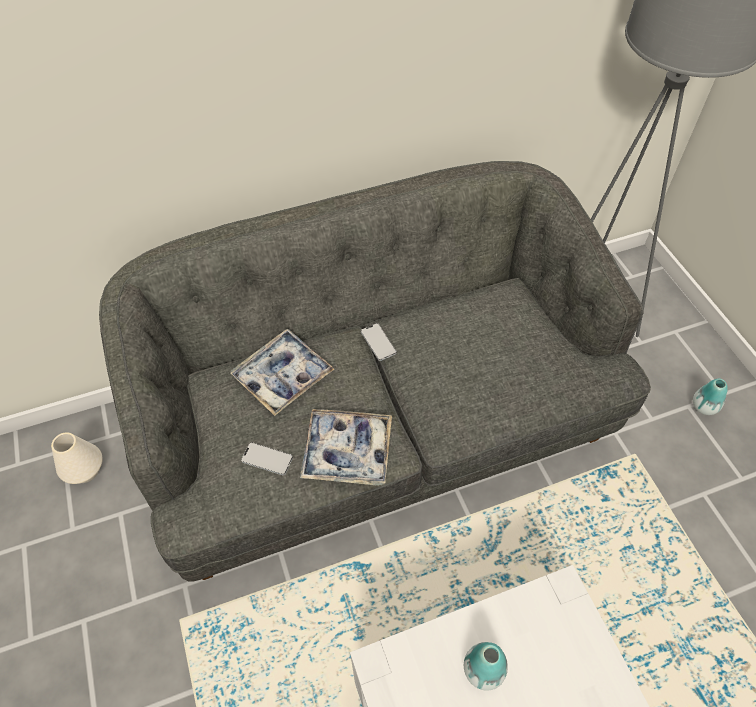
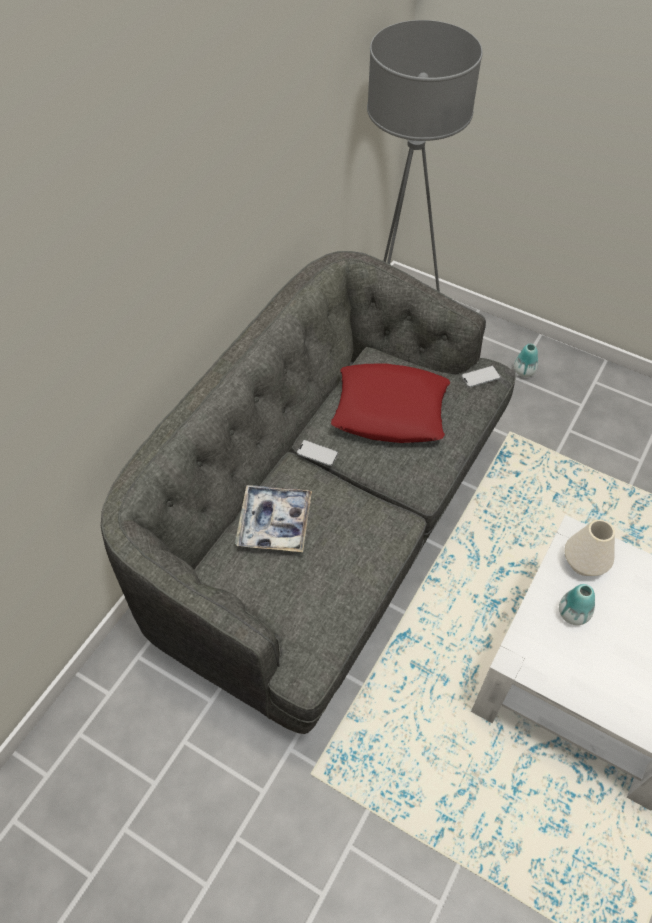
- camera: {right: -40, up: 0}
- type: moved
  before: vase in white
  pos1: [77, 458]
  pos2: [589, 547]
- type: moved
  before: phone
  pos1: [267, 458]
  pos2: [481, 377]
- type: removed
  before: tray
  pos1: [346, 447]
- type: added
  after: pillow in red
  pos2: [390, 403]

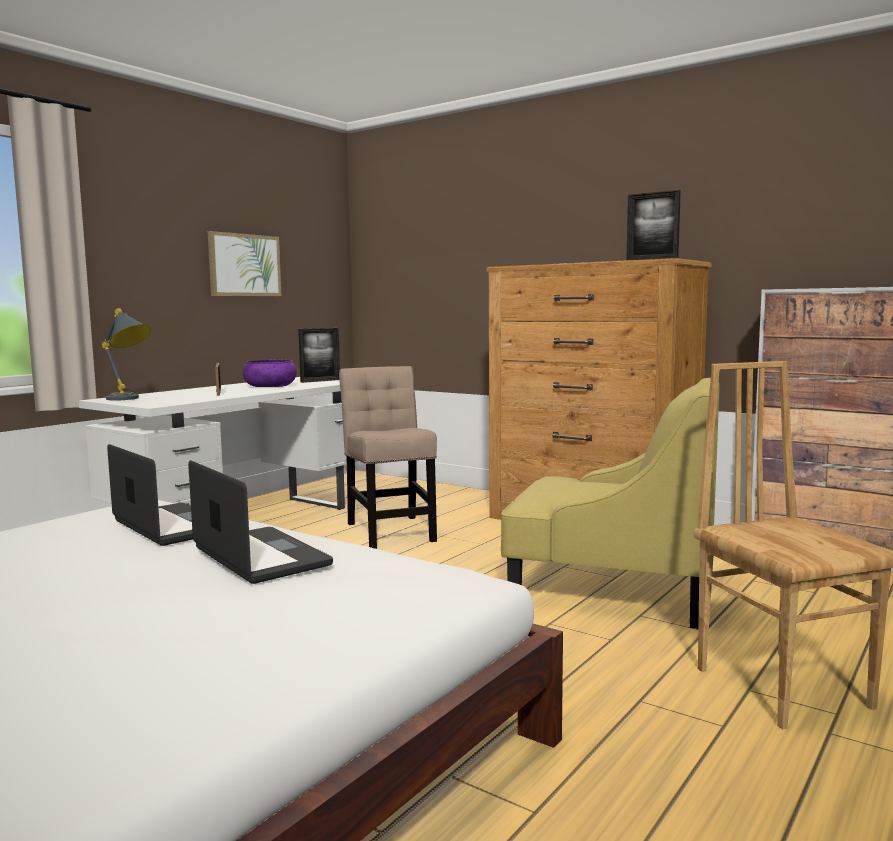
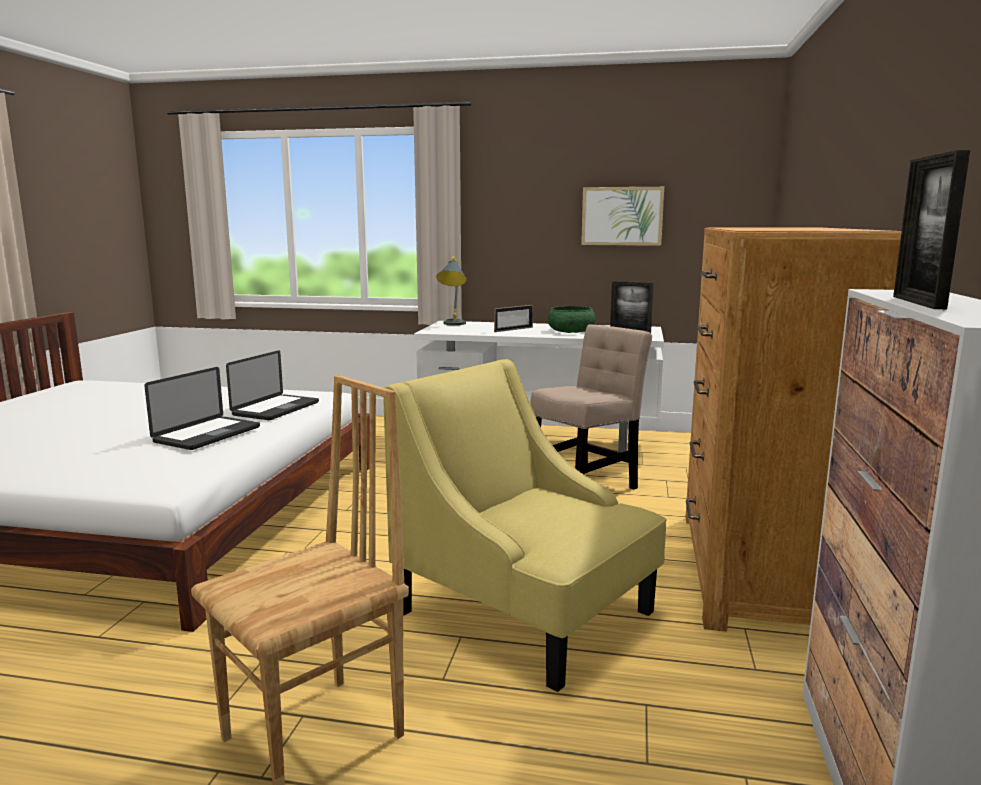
- camera: {right: 65, up: 5}
- type: recoloured
  before: bowl in purple
  after: bowl in green
  pos1: [269, 373]
  pos2: [571, 319]
- type: turned
  before: armchair in yellow
  pos1: [610, 503]
  pos2: [524, 525]
  turn: 135
- type: moved
  before: picture frame
  pos1: [653, 225]
  pos2: [931, 229]

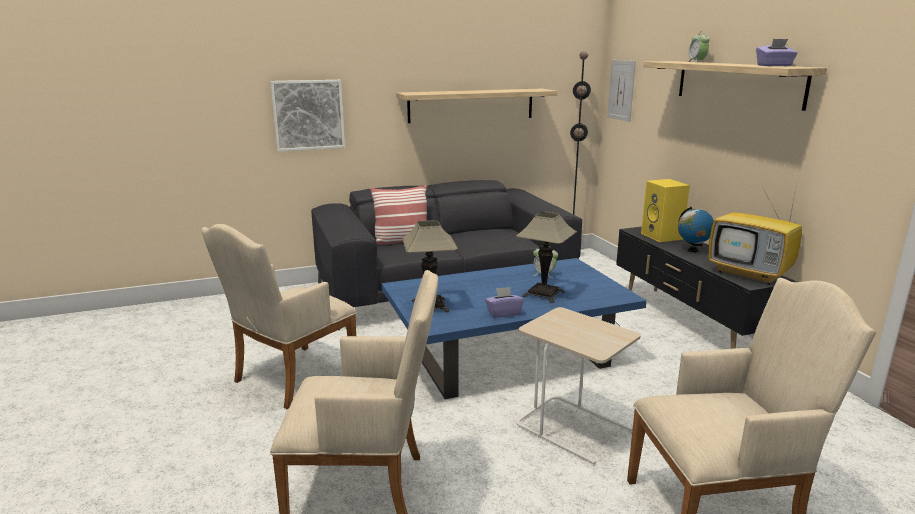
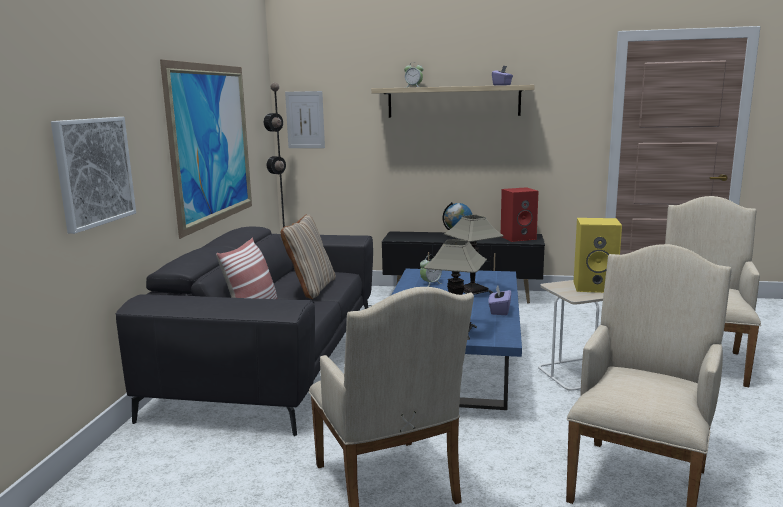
- camera: {right: -60, up: -5}
- type: replaced
  before: shelf
  after: picture
  pos1: [476, 106]
  pos2: [206, 149]
- type: moved
  before: speaker in yellow
  pos1: [665, 210]
  pos2: [598, 255]
- type: replaced
  before: television
  after: speaker in red
  pos1: [755, 234]
  pos2: [519, 214]
- type: added
  after: pillow in beige
  pos2: [308, 257]

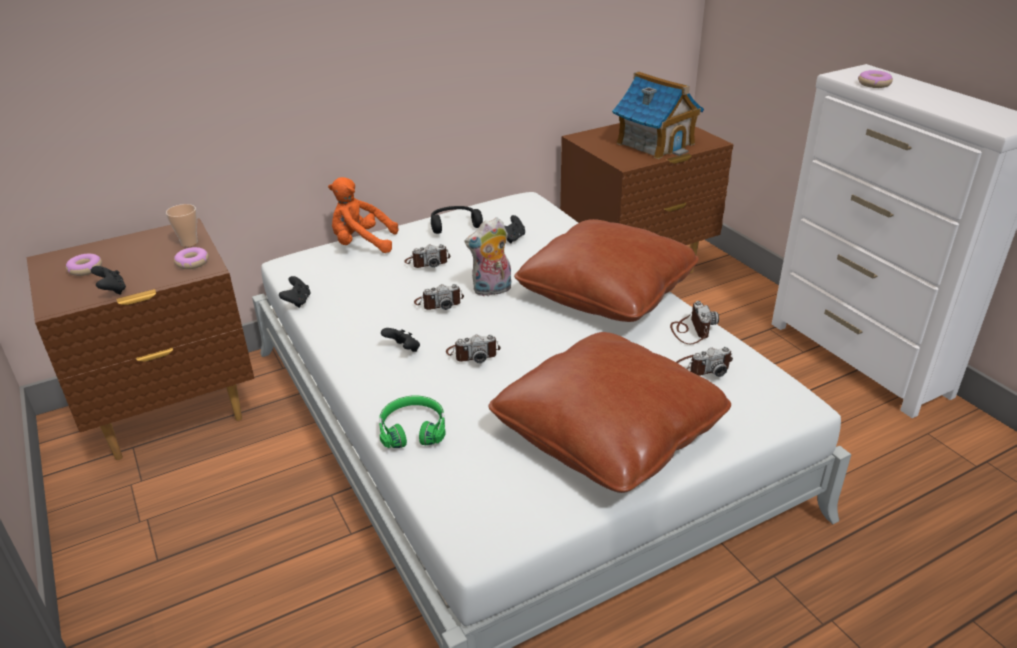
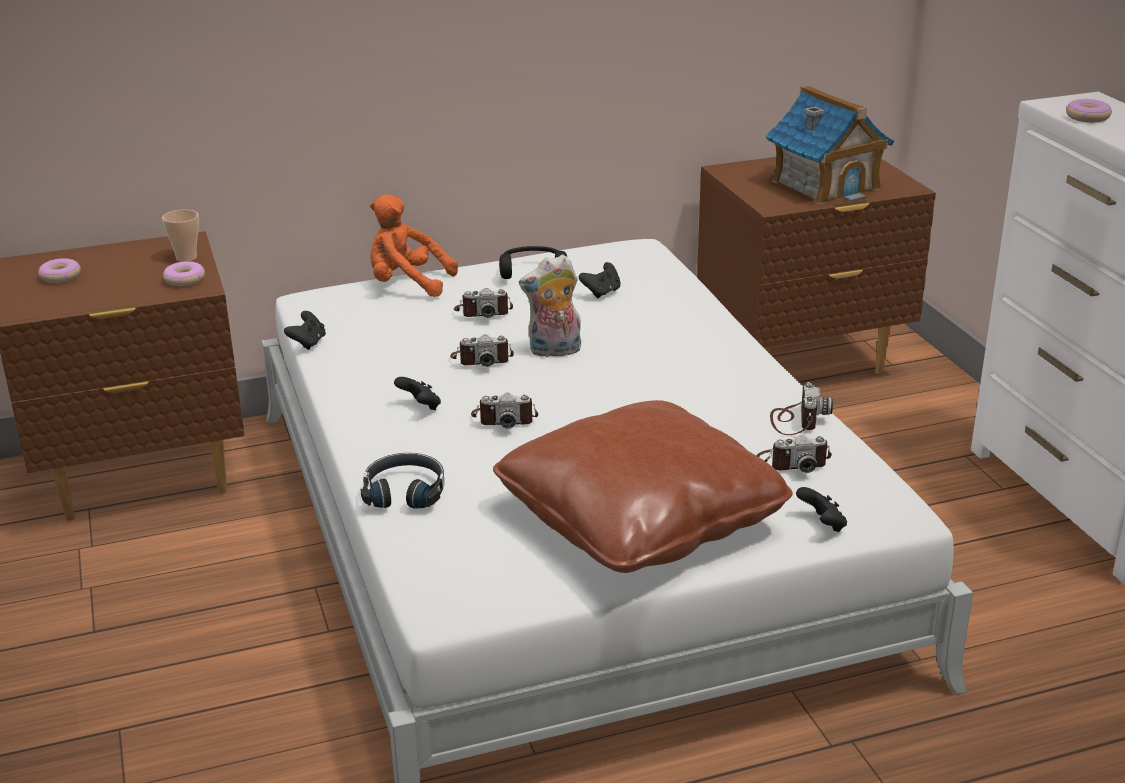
- camera: {right: 10, up: -5}
- type: moved
  before: game controller in black
  pos1: [108, 280]
  pos2: [821, 509]
- type: recoloured
  before: headphones in green
  after: headphones in black
  pos1: [412, 421]
  pos2: [402, 481]
- type: removed
  before: pillow in brown
  pos1: [606, 270]

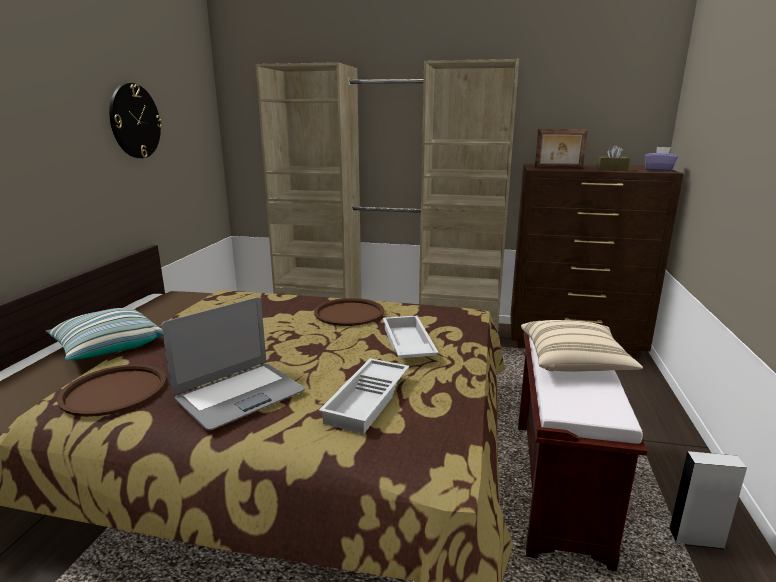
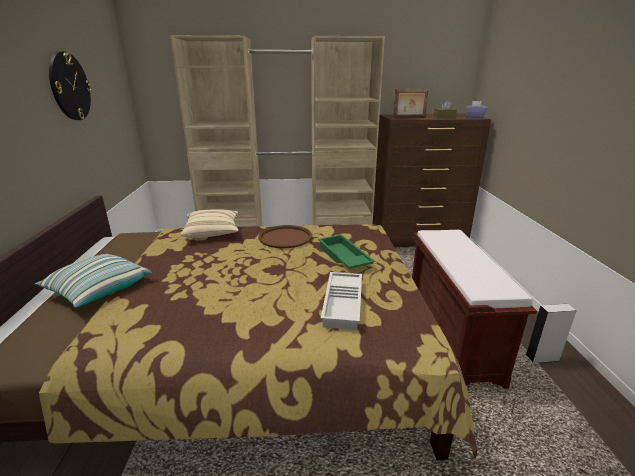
- camera: {right: -15, up: 5}
- type: removed
  before: tray in brown
  pos1: [111, 390]
- type: removed
  before: laptop
  pos1: [233, 364]
- type: recoloured
  before: tray in white
  after: tray in green
  pos1: [411, 337]
  pos2: [346, 251]
- type: moved
  before: pillow in beige
  pos1: [582, 346]
  pos2: [210, 223]

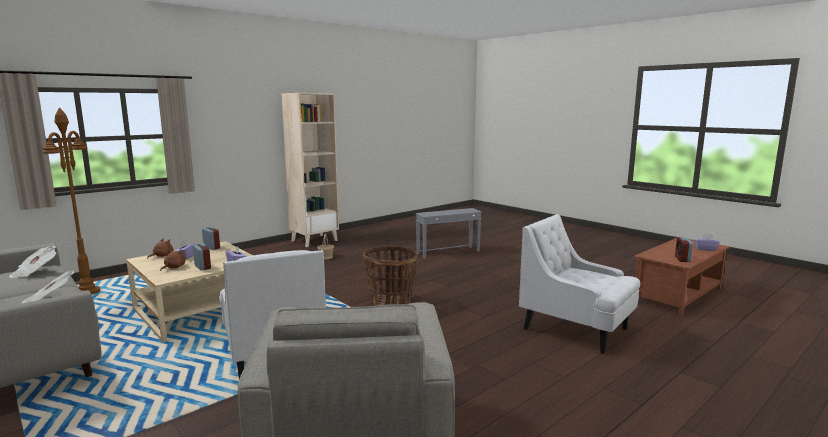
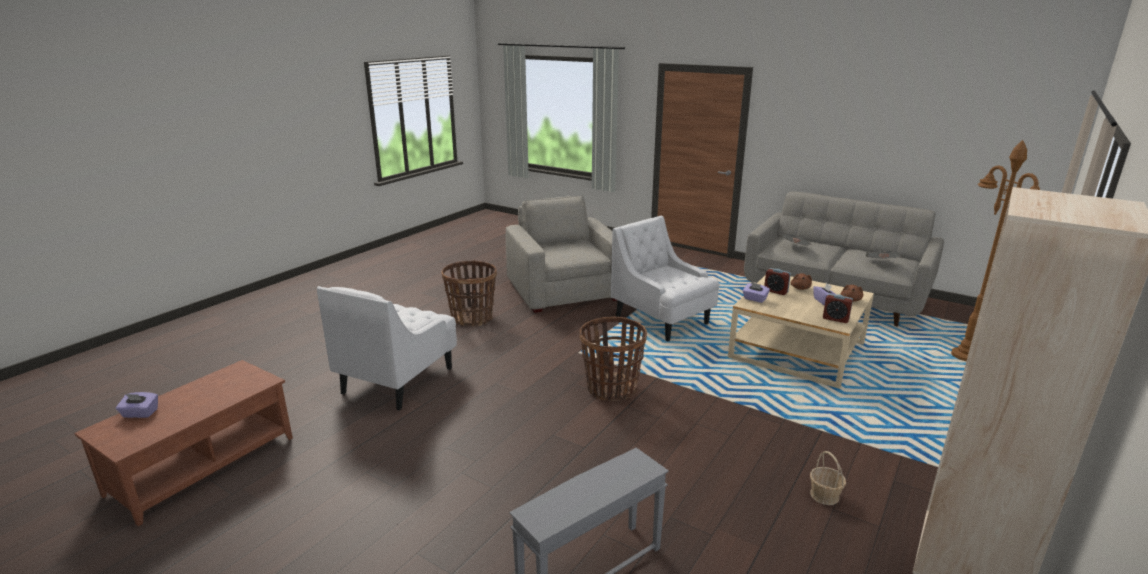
- camera: {right: 165, up: 10}
- type: turned
  before: armchair in white
  pos1: [579, 284]
  pos2: [387, 348]
  turn: 90
- type: removed
  before: alarm clock
  pos1: [684, 249]
- type: added
  after: basket
  pos2: [469, 293]

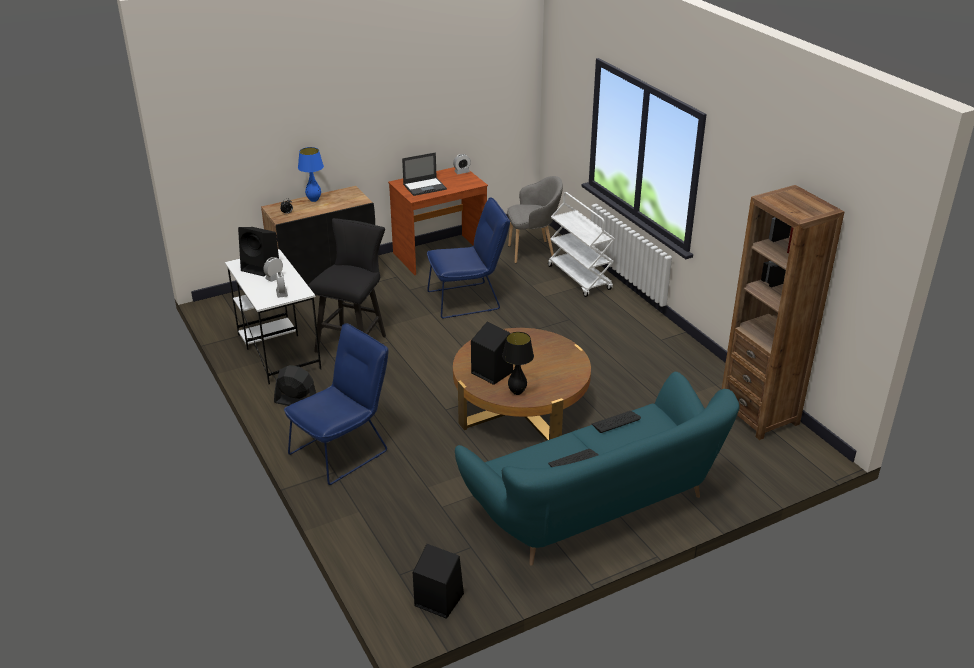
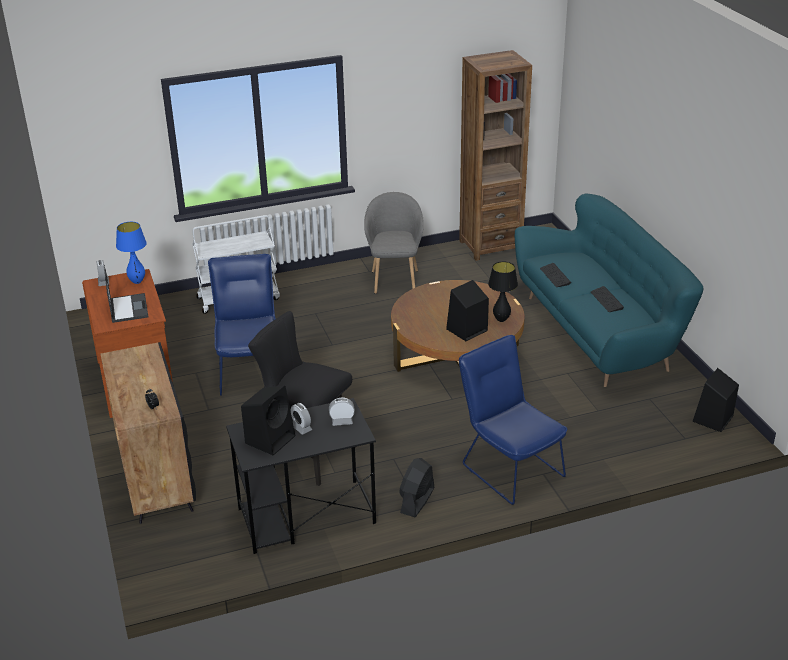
- camera: {right: -80, up: 0}
- type: recoloured
  before: desk in white
  after: desk in black
  pos1: [273, 316]
  pos2: [301, 476]
- type: moved
  before: table lamp in blue
  pos1: [311, 174]
  pos2: [131, 253]
- type: moved
  before: armchair in grey
  pos1: [535, 219]
  pos2: [394, 243]

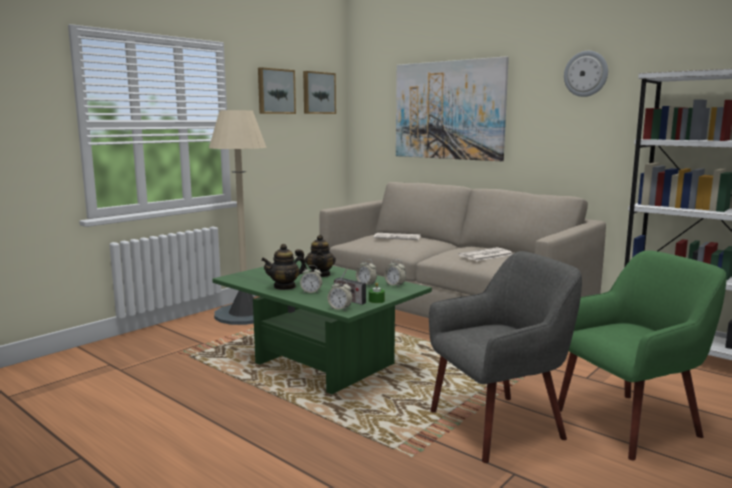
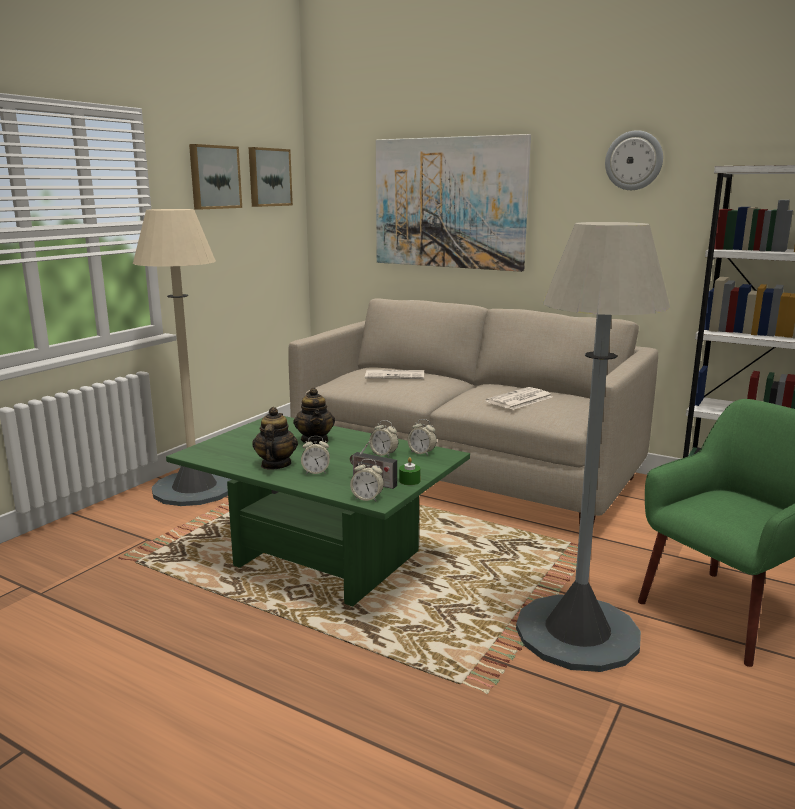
- camera: {right: -10, up: 5}
- type: turned
  before: teapot
  pos1: [284, 267]
  pos2: [275, 438]
  turn: 135
- type: replaced
  before: armchair in grey
  after: floor lamp in grey
  pos1: [505, 357]
  pos2: [593, 447]

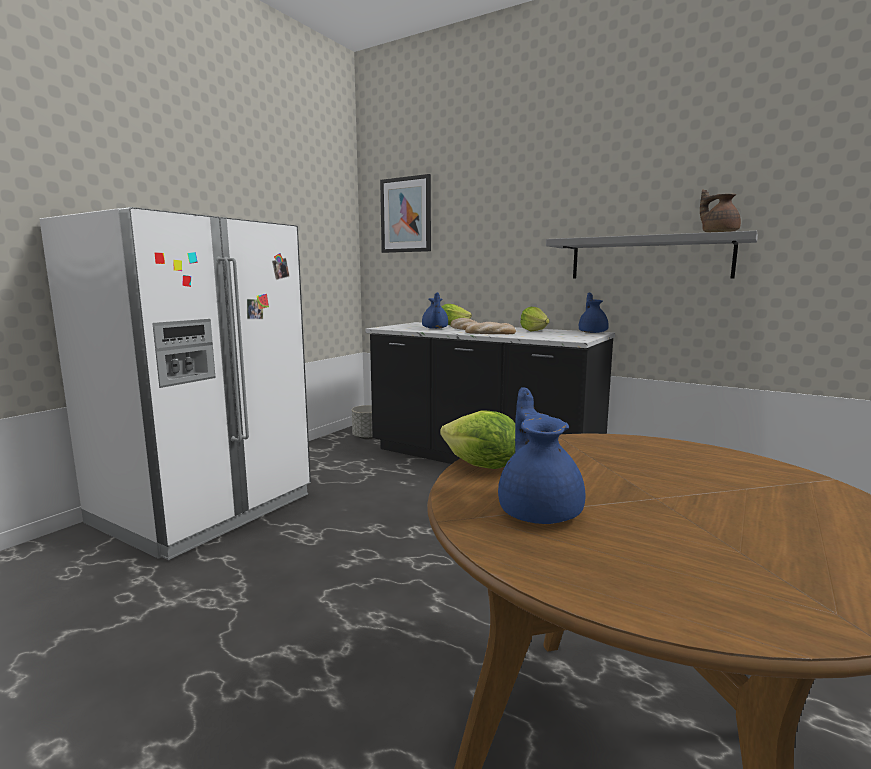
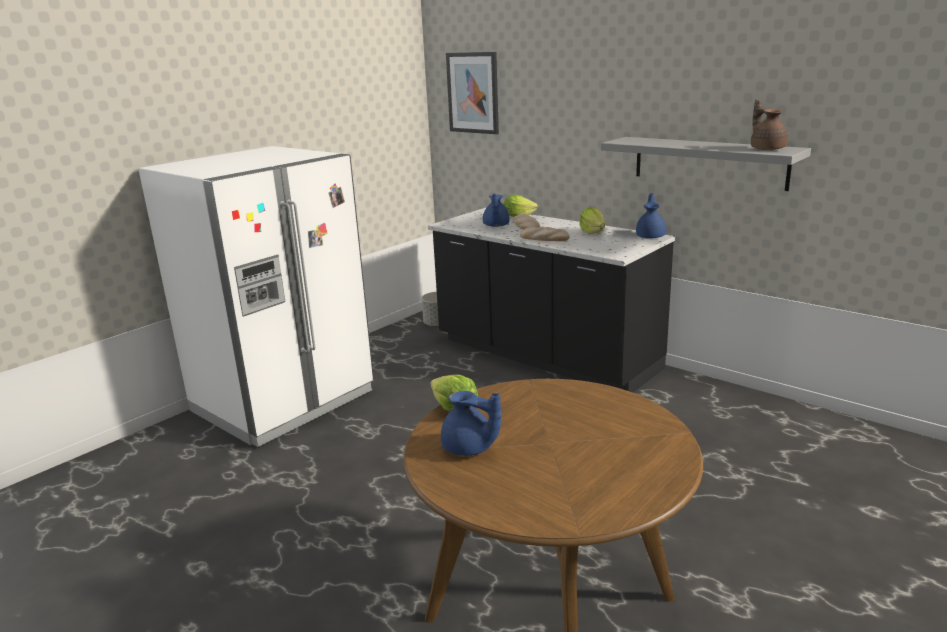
- camera: {right: 10, up: 10}
- type: turned
  before: teapot in blue
  pos1: [541, 455]
  pos2: [471, 423]
  turn: 120

